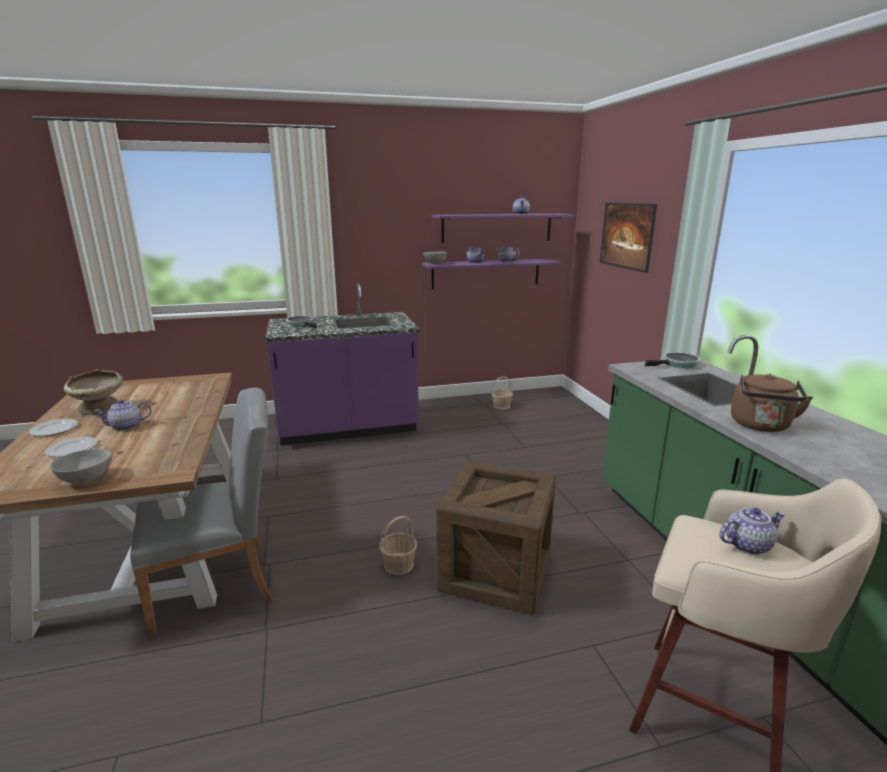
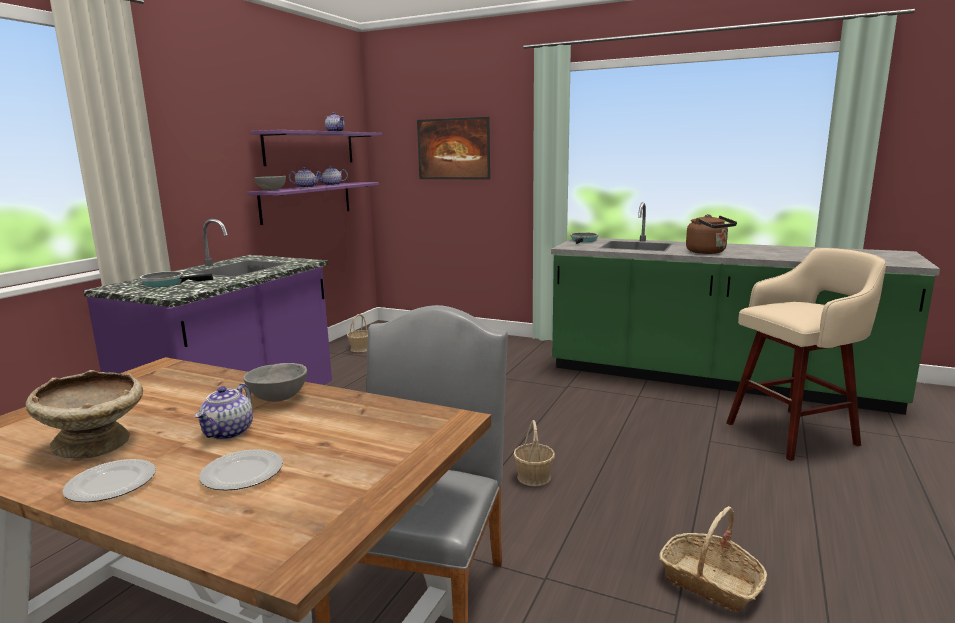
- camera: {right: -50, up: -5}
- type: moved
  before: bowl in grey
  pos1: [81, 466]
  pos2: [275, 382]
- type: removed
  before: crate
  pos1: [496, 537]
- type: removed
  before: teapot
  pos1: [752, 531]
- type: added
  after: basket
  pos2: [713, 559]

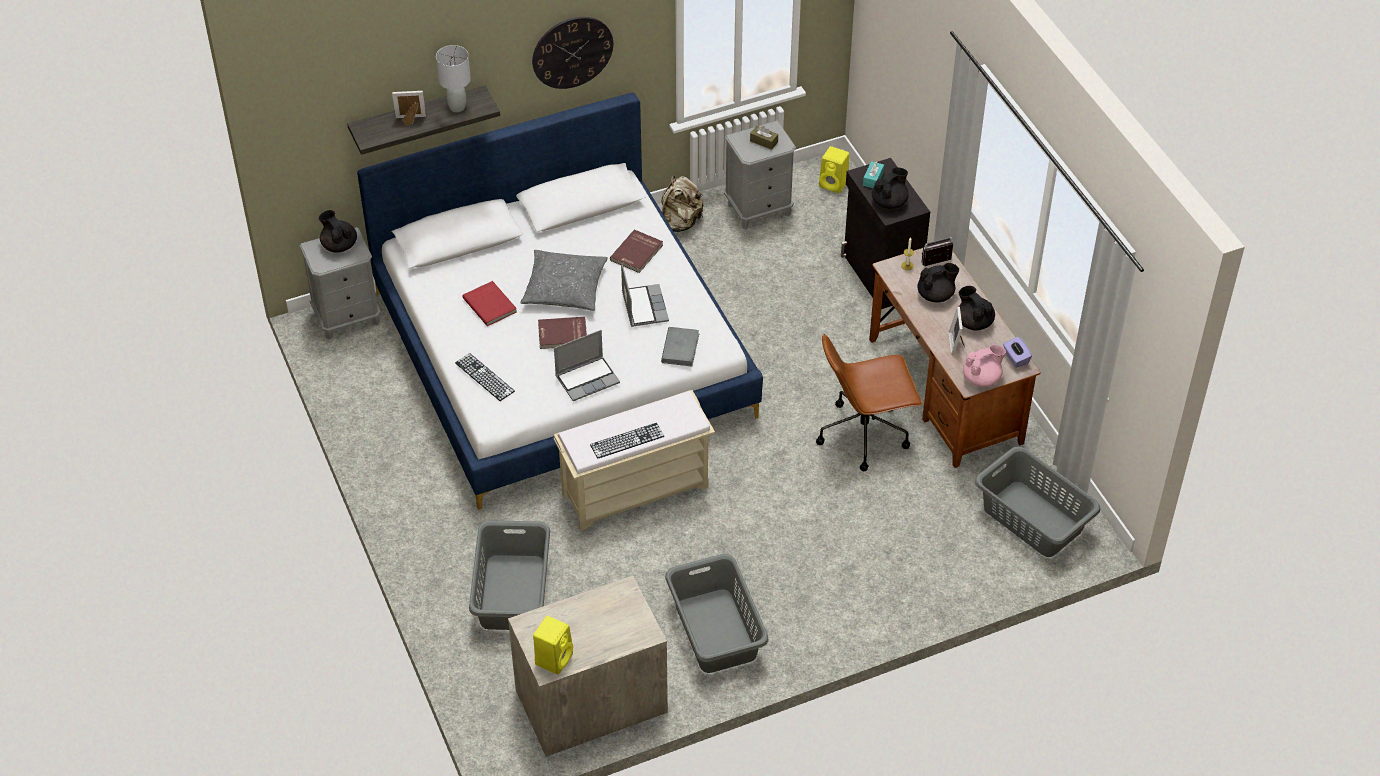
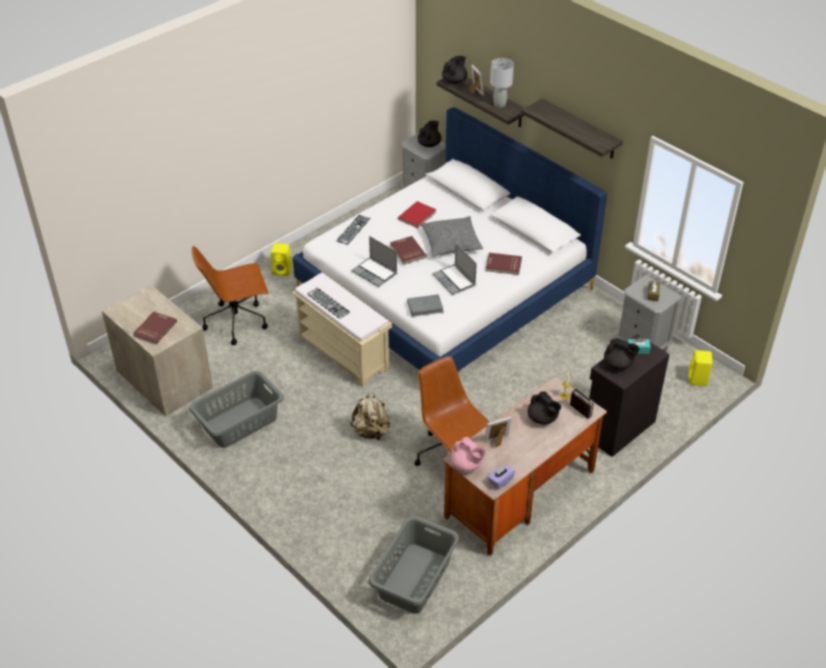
- camera: {right: 70, up: -5}
- type: replaced
  before: laundry basket in grey
  after: office chair in brown
  pos1: [509, 575]
  pos2: [230, 295]
- type: replaced
  before: wall clock
  after: shelf
  pos1: [572, 53]
  pos2: [572, 129]
- type: moved
  before: speaker in yellow
  pos1: [553, 645]
  pos2: [281, 259]
- type: turned
  before: laptop
  pos1: [645, 295]
  pos2: [454, 269]
  turn: 90
- type: moved
  before: backpack in beige
  pos1: [682, 204]
  pos2: [370, 416]
- type: moved
  before: teapot in black
  pos1: [977, 308]
  pos2: [455, 70]
- type: added
  after: book in red
  pos2: [155, 327]

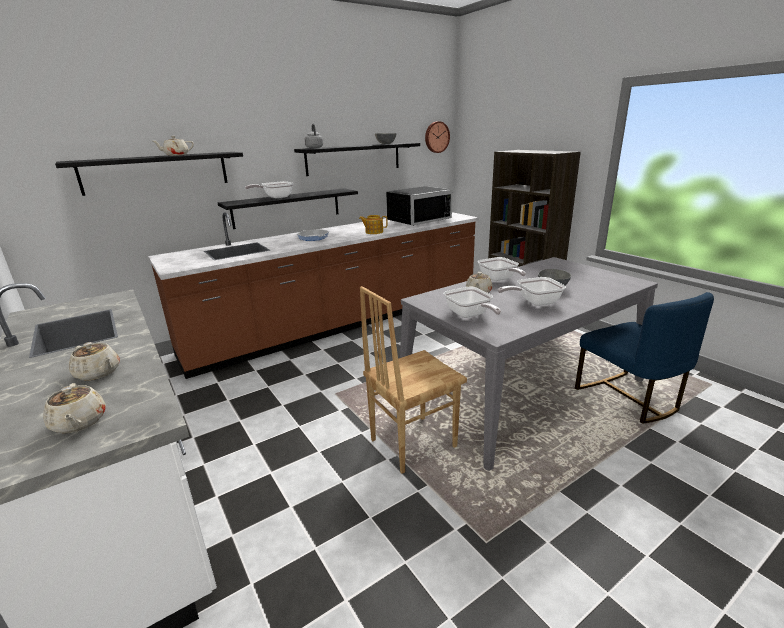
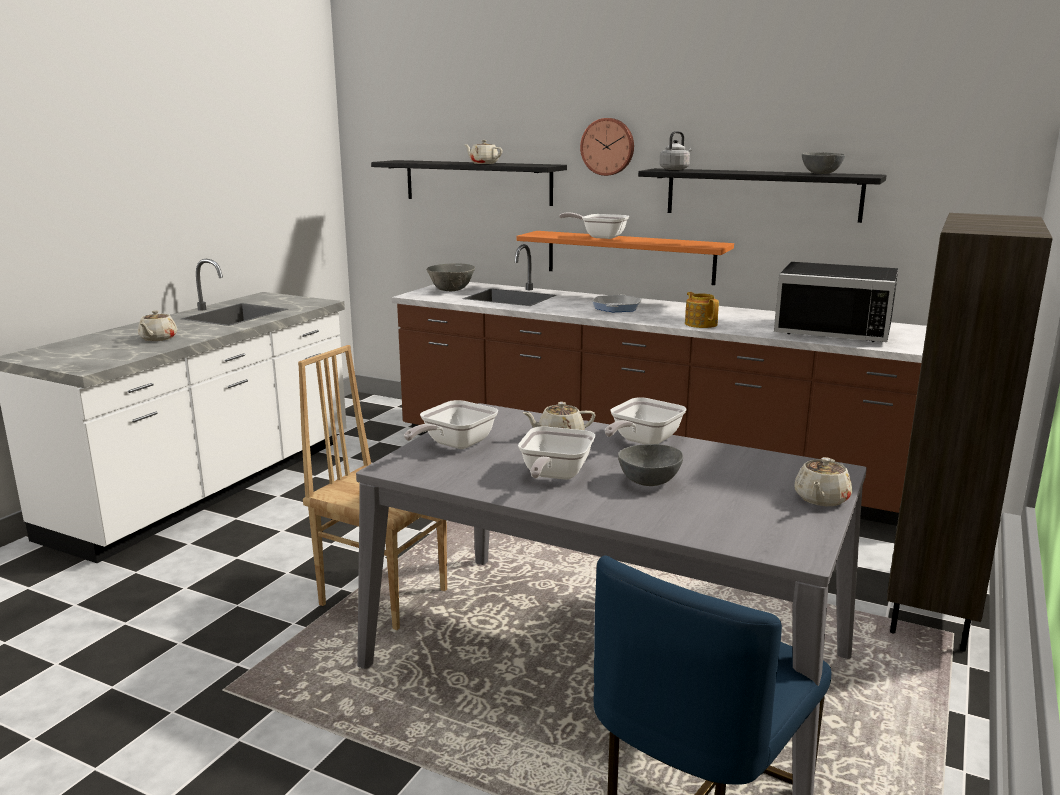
- camera: {right: 60, up: -5}
- type: moved
  before: teapot in beige
  pos1: [74, 408]
  pos2: [823, 481]
- type: recoloured
  before: shelf in black
  after: shelf in orange
  pos1: [288, 208]
  pos2: [625, 258]
- type: moved
  before: wall clock
  pos1: [437, 137]
  pos2: [607, 147]
- type: turned
  before: frying pan
  pos1: [532, 291]
  pos2: [556, 453]
  turn: -120
- type: added
  after: bowl in grey
  pos2: [450, 277]

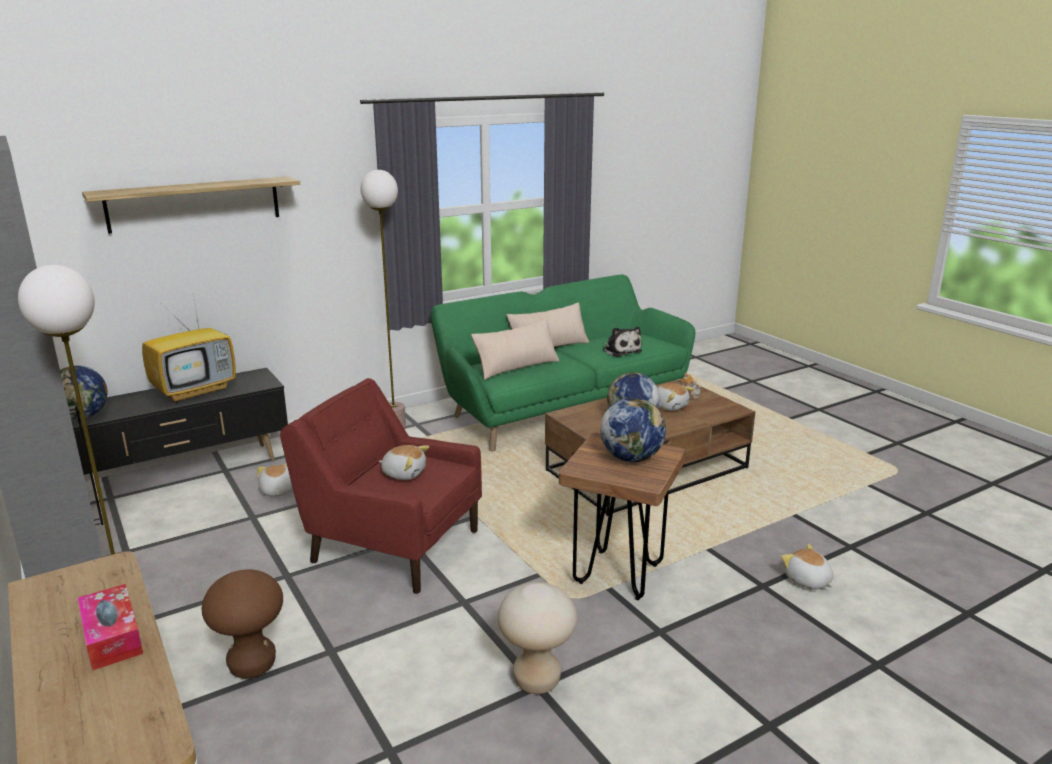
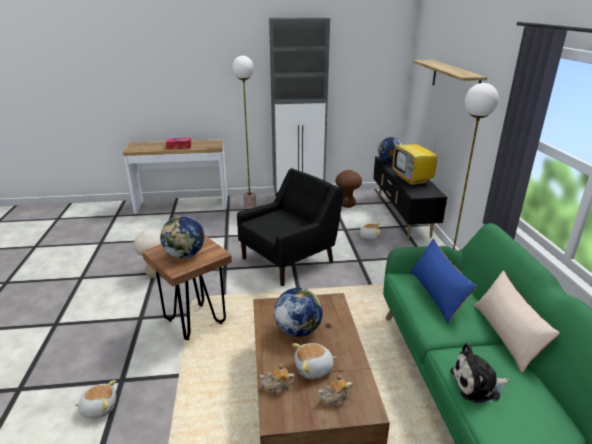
- camera: {right: 115, up: 5}
- type: moved
  before: stool in brown
  pos1: [242, 624]
  pos2: [349, 189]
- type: recoloured
  before: armchair in red
  after: armchair in black
  pos1: [381, 486]
  pos2: [290, 227]
- type: removed
  before: plush toy
  pos1: [404, 462]
- type: recoloured
  before: pillow in beige
  after: pillow in blue
  pos1: [515, 349]
  pos2: [443, 281]
- type: added
  after: teapot
  pos2: [277, 379]

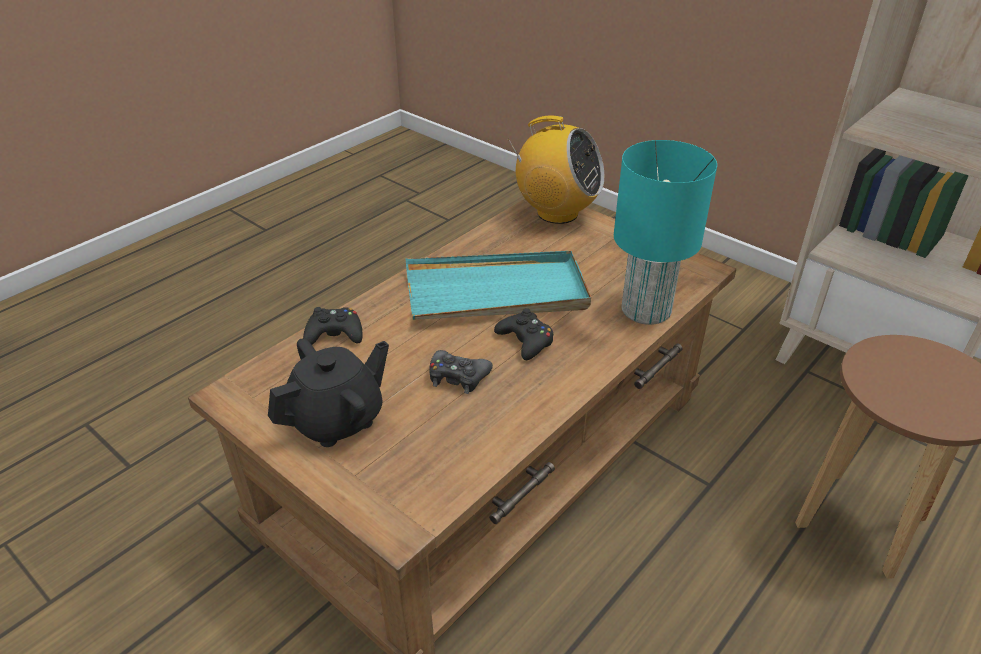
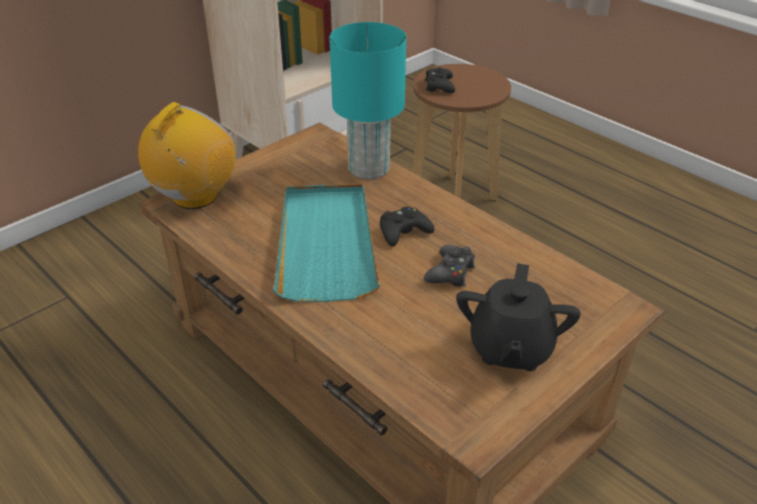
- camera: {right: -85, up: 0}
- type: turned
  before: teapot in black
  pos1: [328, 392]
  pos2: [518, 317]
  turn: -135
- type: moved
  before: game controller in black
  pos1: [333, 326]
  pos2: [440, 80]

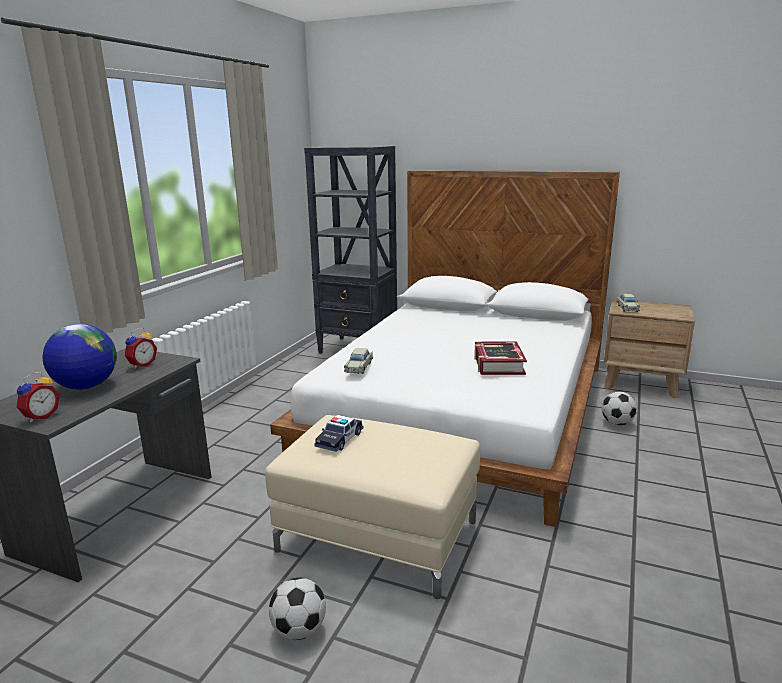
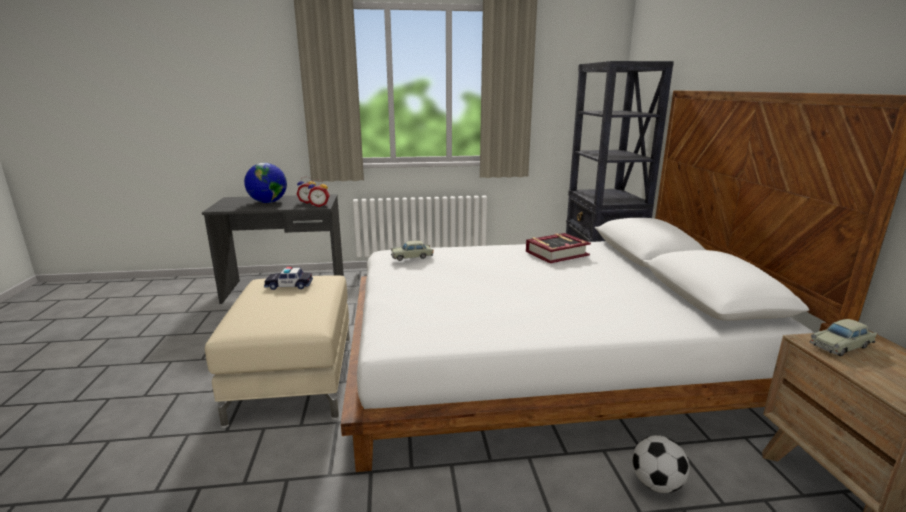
- camera: {right: 60, up: 0}
- type: moved
  before: alarm clock
  pos1: [38, 397]
  pos2: [319, 193]
- type: removed
  before: football
  pos1: [297, 609]
- type: moved
  before: book
  pos1: [500, 358]
  pos2: [558, 248]

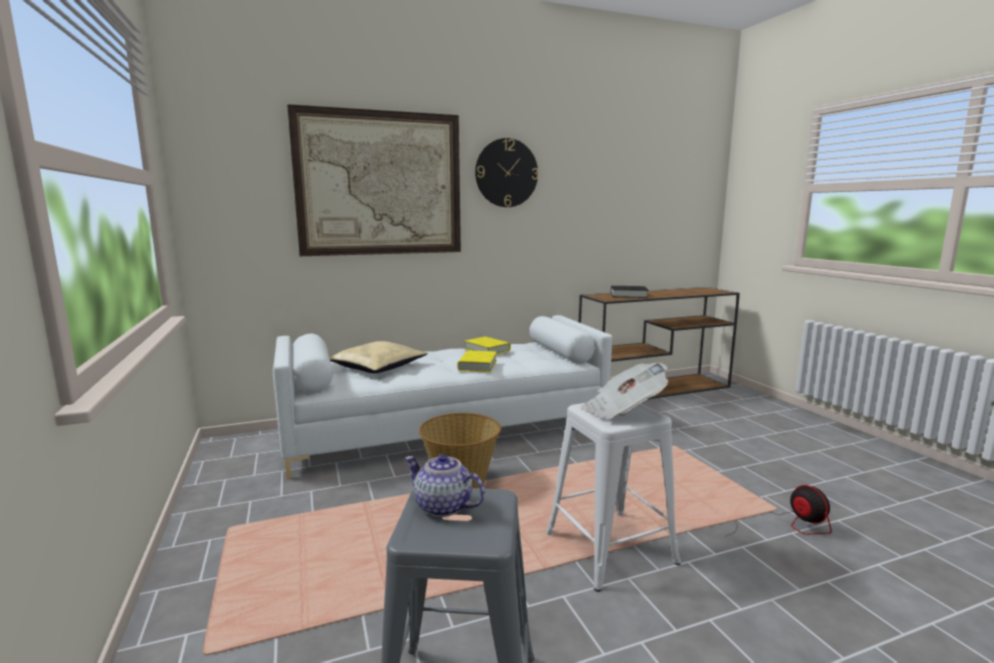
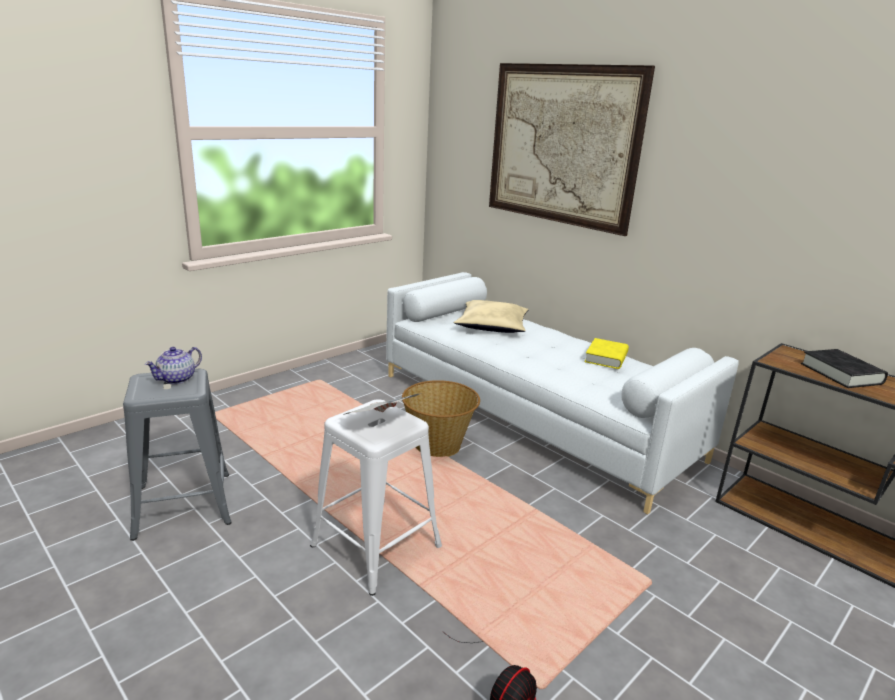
- camera: {right: 65, up: 10}
- type: turned
  before: teapot
  pos1: [444, 485]
  pos2: [173, 365]
  turn: -150
- type: removed
  before: book in yellow
  pos1: [477, 361]
- type: removed
  before: wall clock
  pos1: [506, 172]

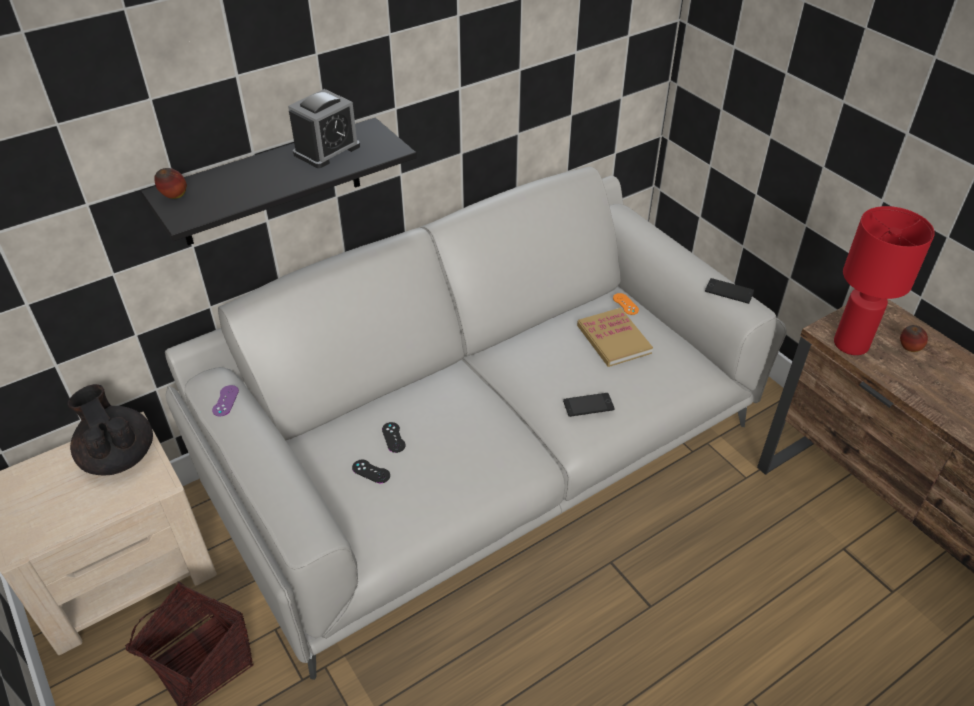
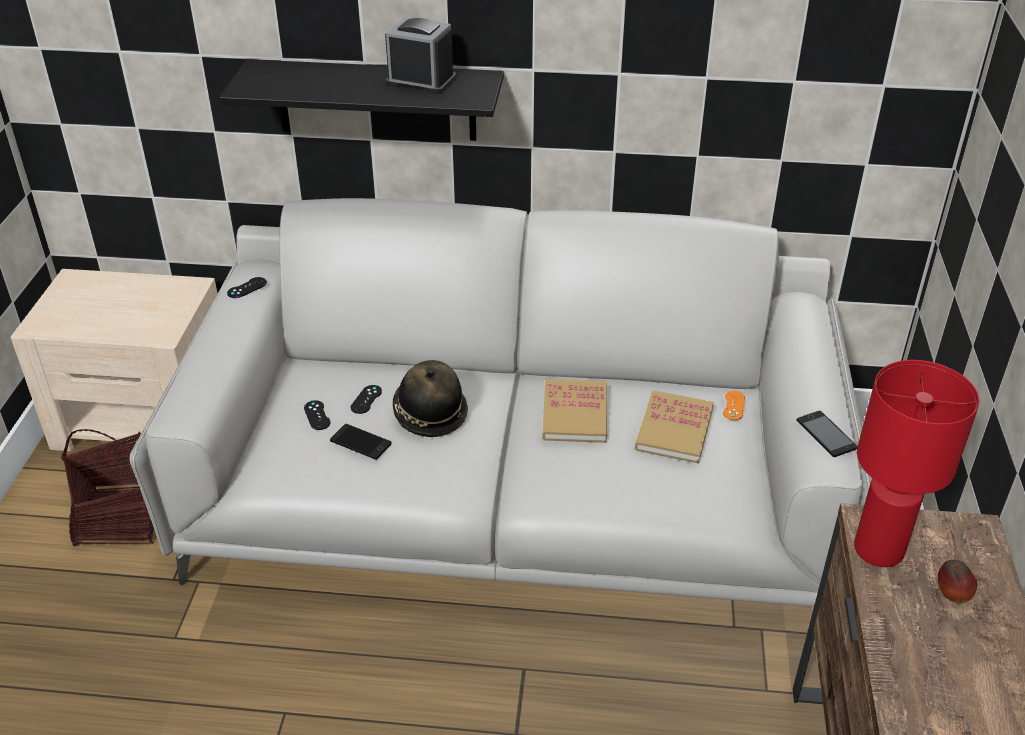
- camera: {right: 40, up: -5}
- type: removed
  before: teapot in black
  pos1: [110, 429]
- type: removed
  before: apple
  pos1: [170, 183]
- type: recoloured
  before: game controller in purple
  after: game controller in black
  pos1: [225, 400]
  pos2: [247, 287]
- type: turned
  before: alarm clock
  pos1: [324, 128]
  pos2: [421, 55]
  turn: -150
- type: moved
  before: phone
  pos1: [589, 405]
  pos2: [361, 442]
- type: added
  after: hat
  pos2: [430, 398]
- type: added
  after: book
  pos2: [574, 411]

